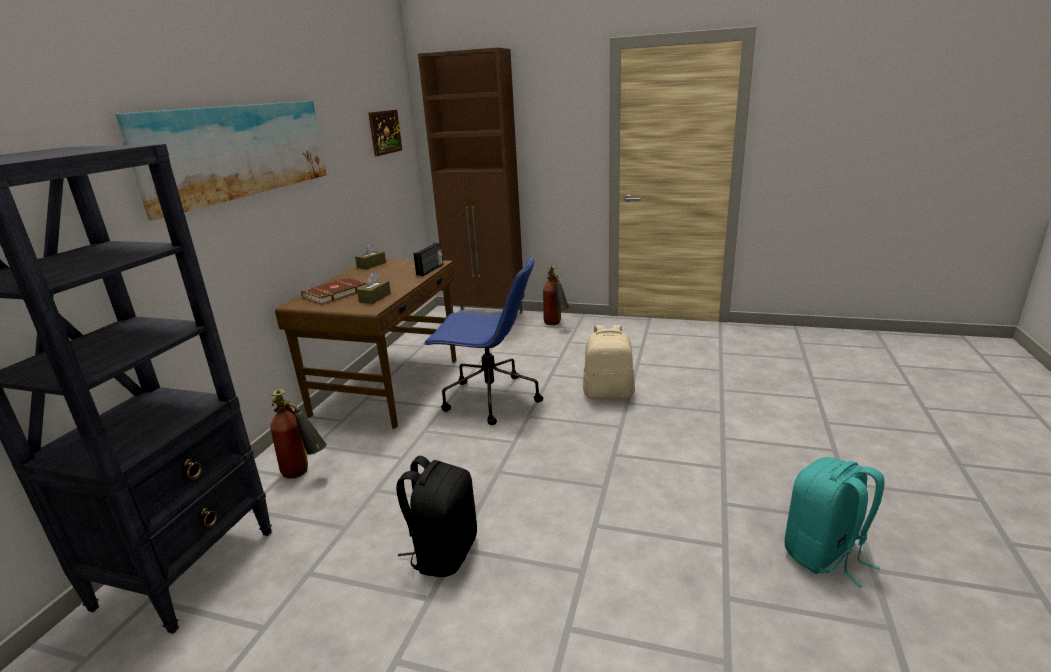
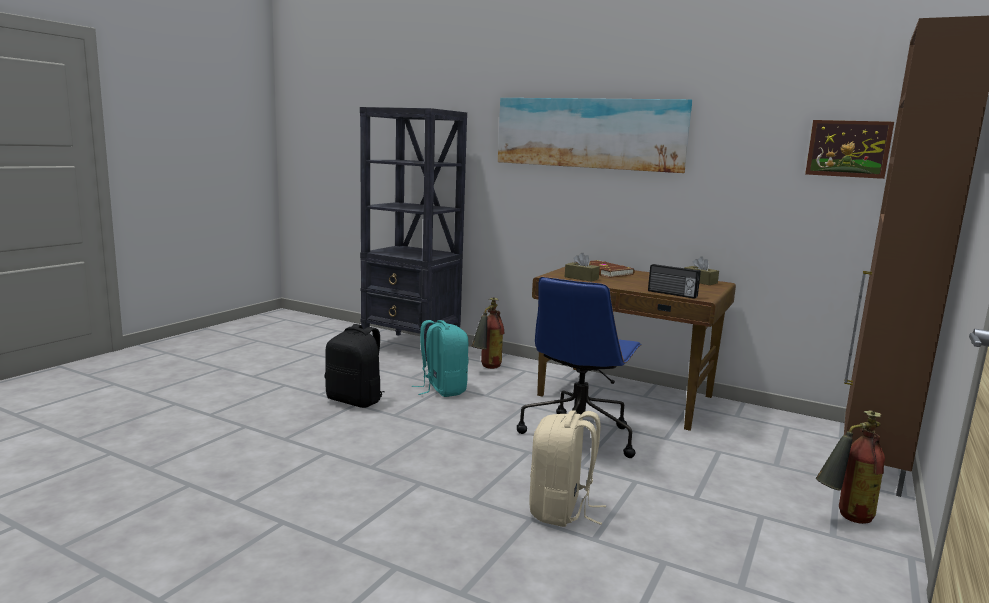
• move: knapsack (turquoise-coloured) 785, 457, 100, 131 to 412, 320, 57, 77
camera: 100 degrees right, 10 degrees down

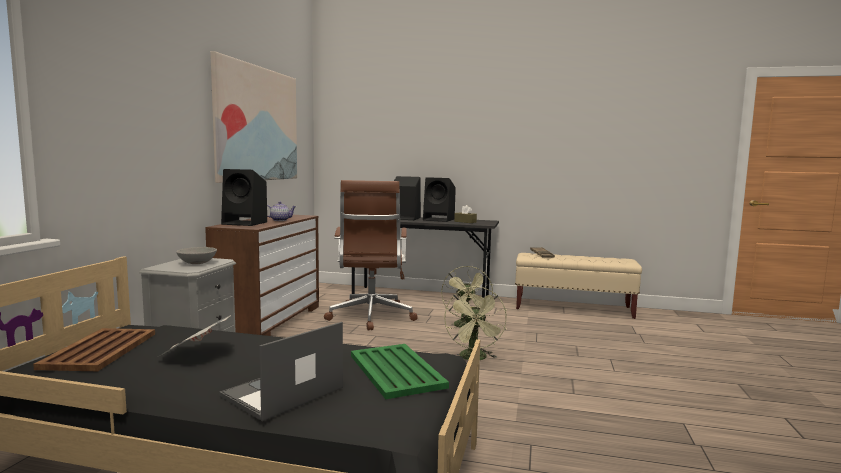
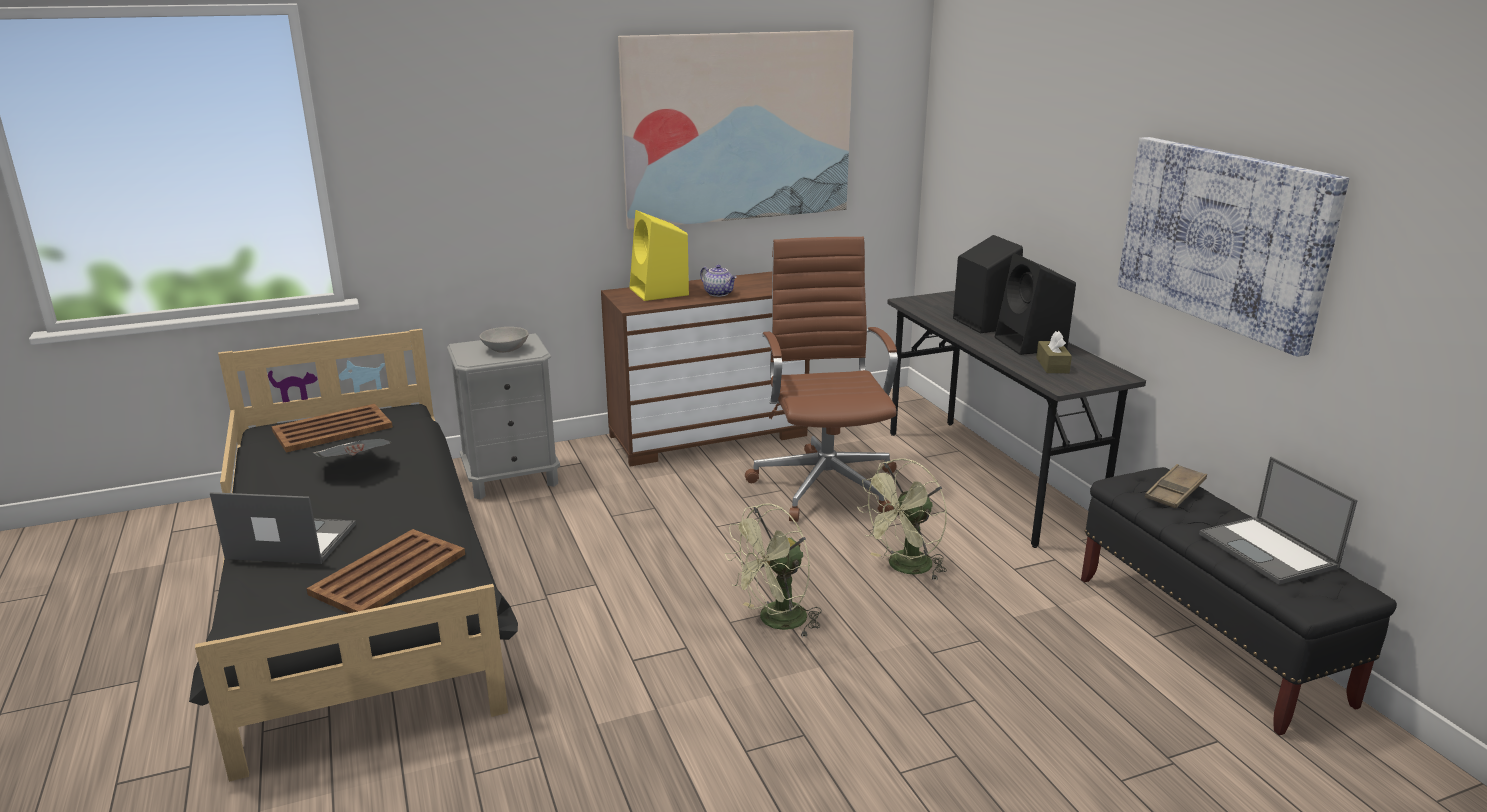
• recolor: audio speaker (black-coloured) 221, 169, 46, 57 to audio speaker (yellowish) 629, 210, 60, 91
• rotate: computer chair (brown-coloured) 324, 180, 94, 150 = 745, 237, 153, 285 120 degrees clockwise
• recolor: long seat (beige) 515, 253, 127, 66 to long seat (black-coloured) 1081, 467, 316, 269
• recolor: serving tray (green) 351, 344, 98, 55 to serving tray (brown-coloured) 306, 529, 159, 84
• insert: wall picture 1118, 137, 231, 220
• insert: notebook computer 1199, 457, 159, 128
camera: 55 degrees right, 15 degrees up

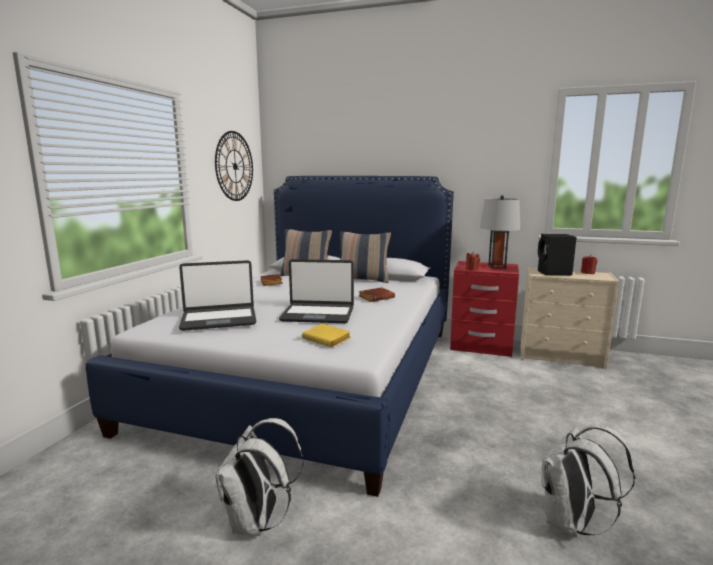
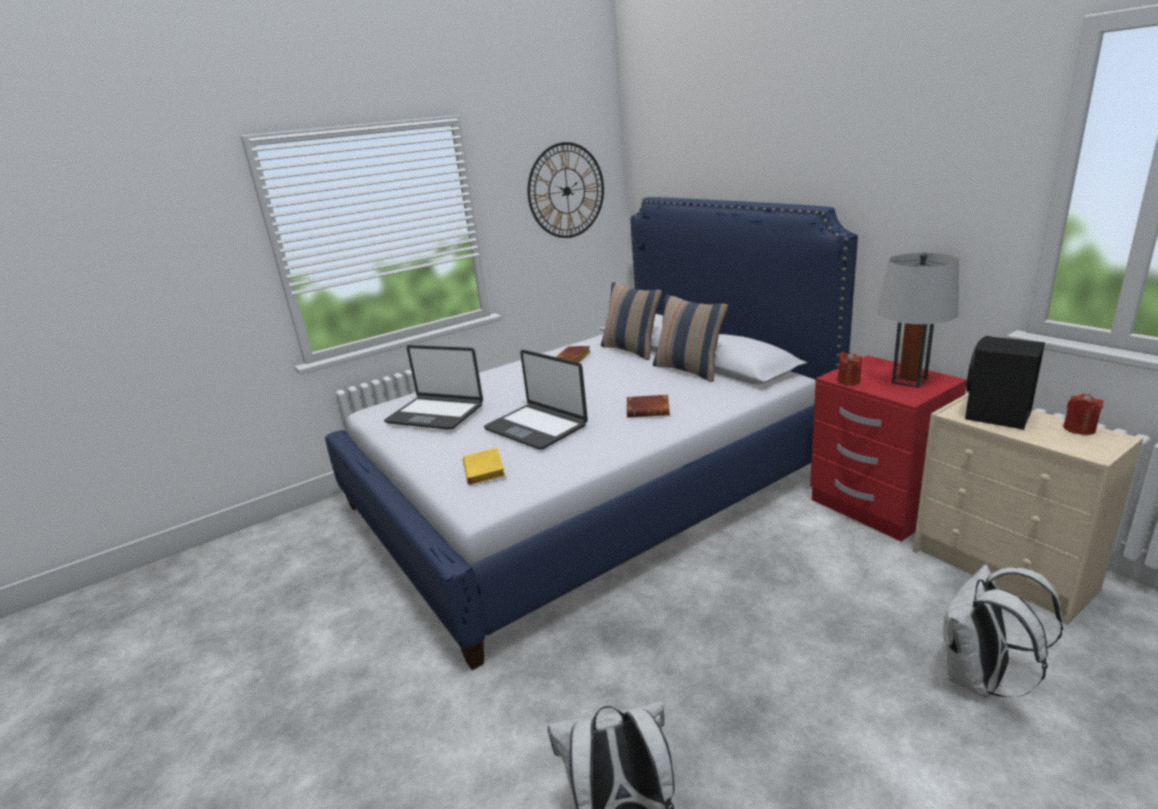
• move: knapsack (white-coloured) 215, 418, 88, 118 to 943, 565, 120, 133
camera: 40 degrees right, 10 degrees up

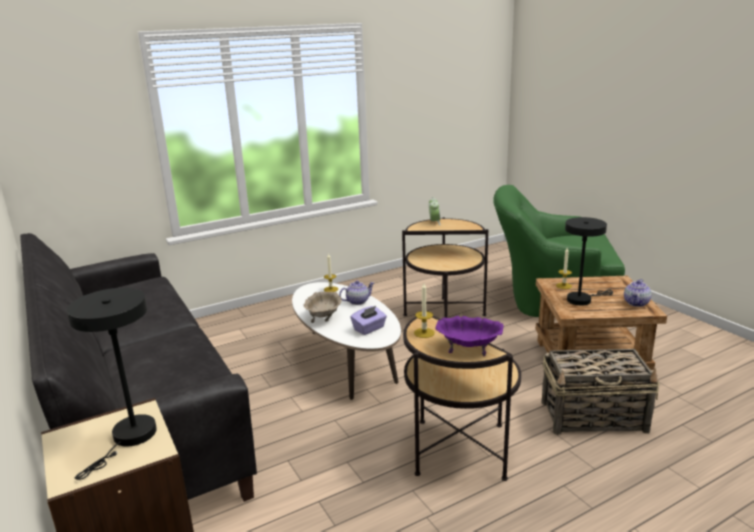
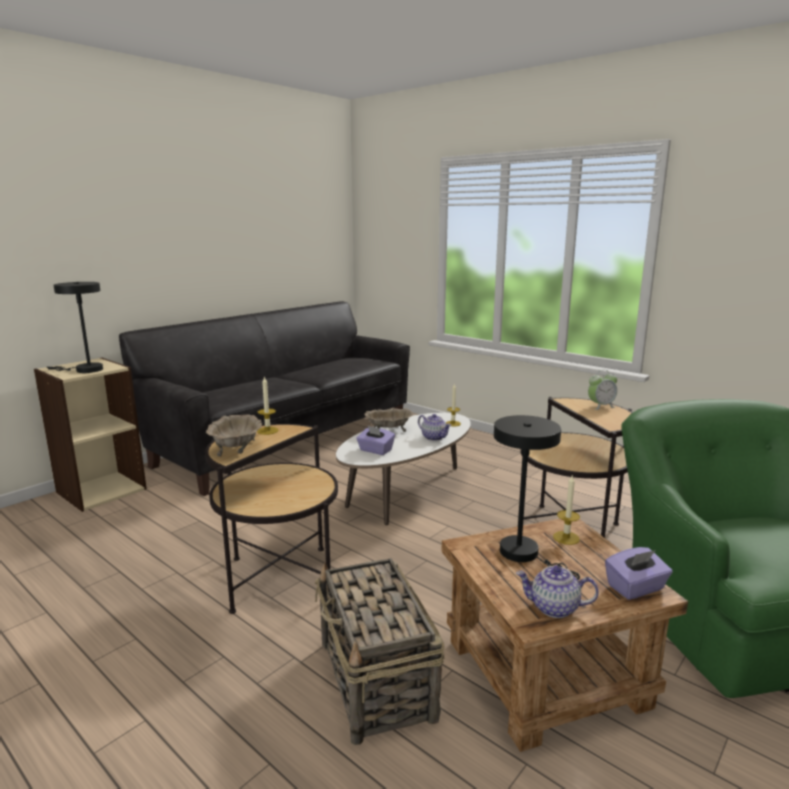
• recolor: serving bowl (purple-coloured) 436, 316, 68, 40 to serving bowl (beige) 206, 415, 56, 42
• insert: tissue holder (purple-coloured) 605, 547, 68, 53
camera: 70 degrees right, 5 degrees down

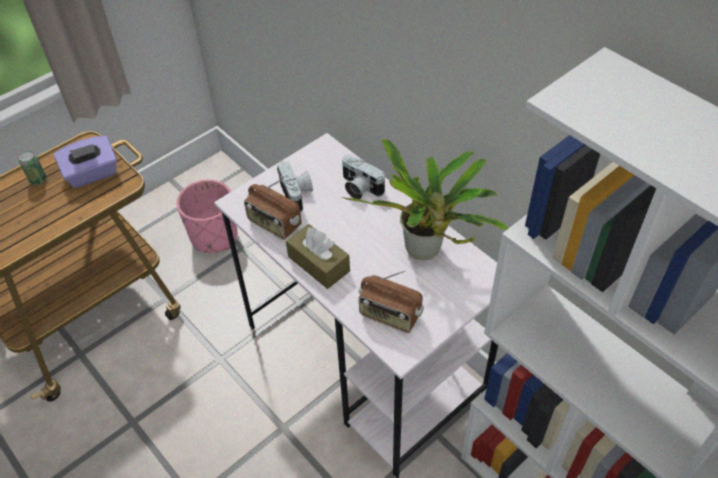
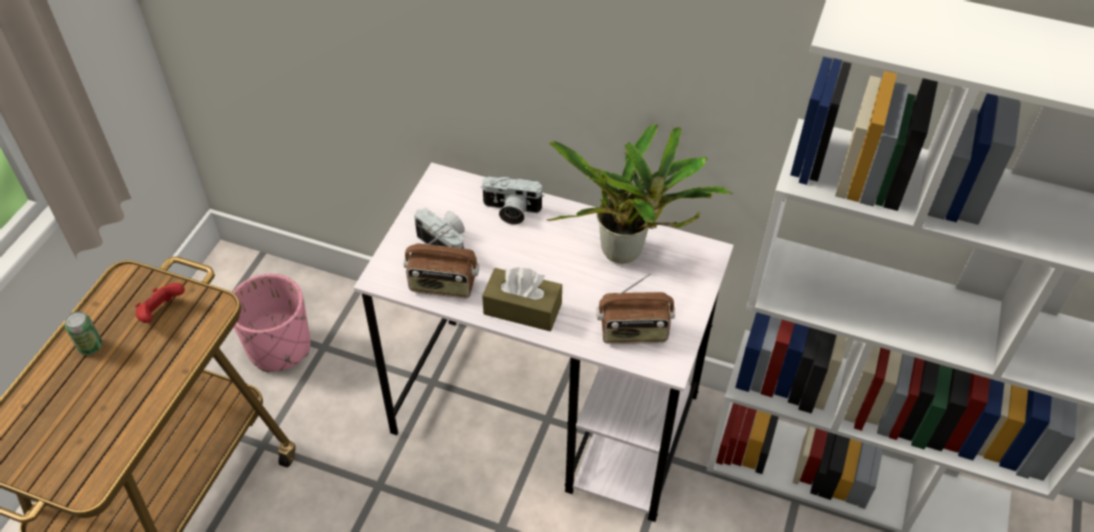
• replace: tissue holder (purple-coloured) 54, 135, 63, 53 to game controller (red-coloured) 135, 283, 50, 40
camera: 30 degrees left, 0 degrees up

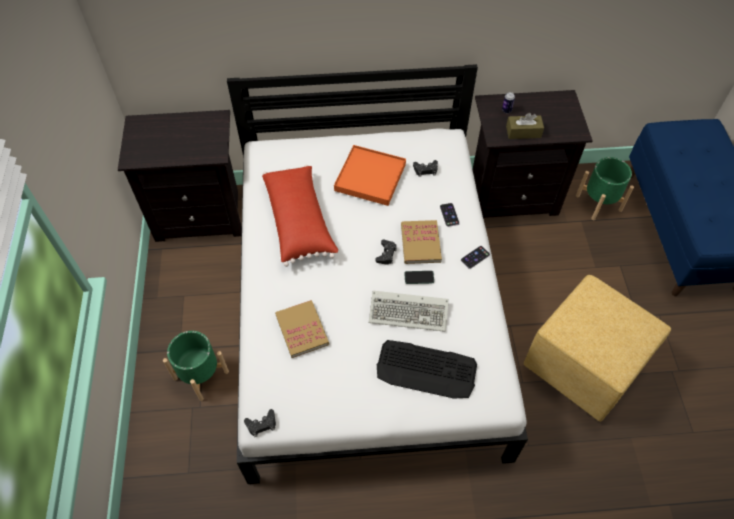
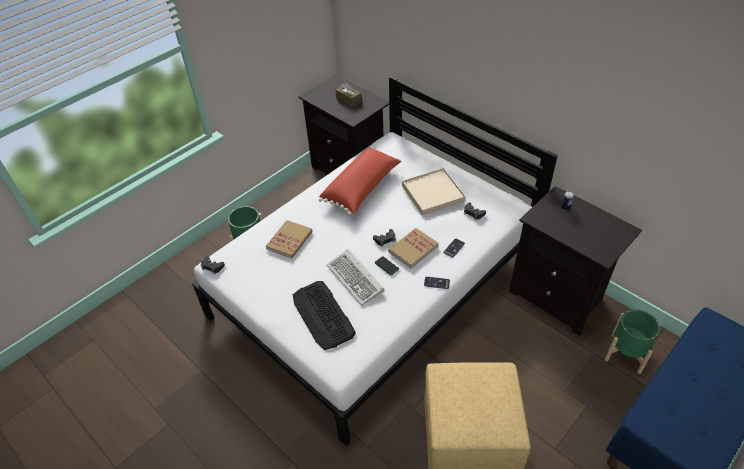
• move: tissue holder (brown-coloured) 506, 113, 38, 26 to 335, 83, 27, 24
• recolor: serving tray (orange) 334, 145, 72, 61 to serving tray (beige) 402, 168, 64, 48
camera: 50 degrees right, 10 degrees down

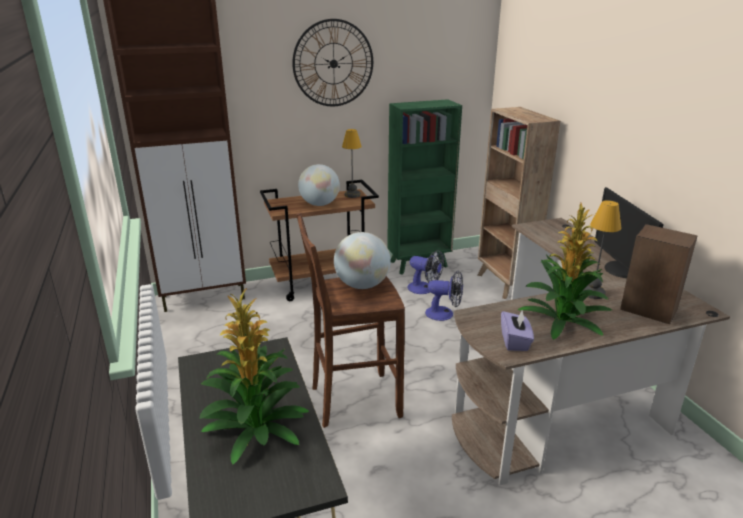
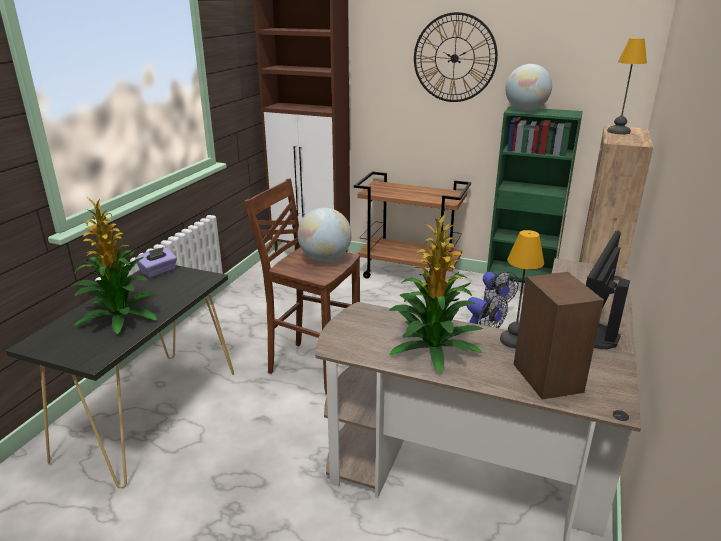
• move: lamp for a table 342, 129, 20, 69 to 607, 38, 40, 96
• move: world globe 298, 164, 42, 42 to 505, 64, 47, 47
• move: tissue holder (purple-coloured) 501, 309, 33, 42 to 135, 247, 42, 31
camera: 40 degrees right, 0 degrees up

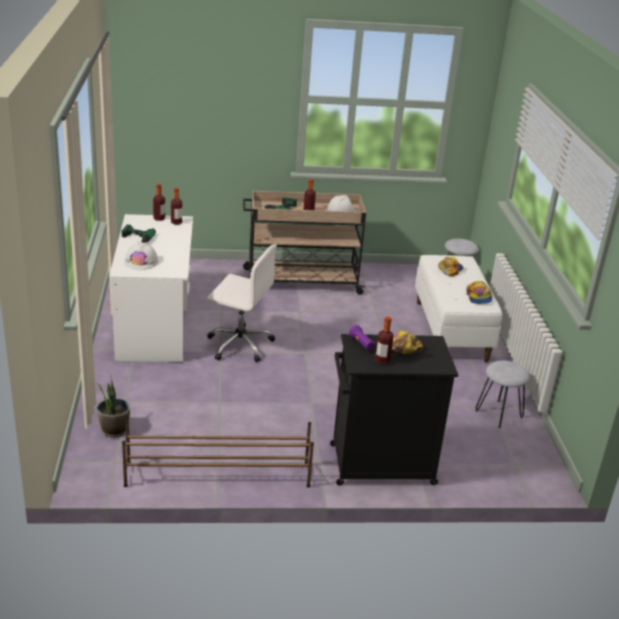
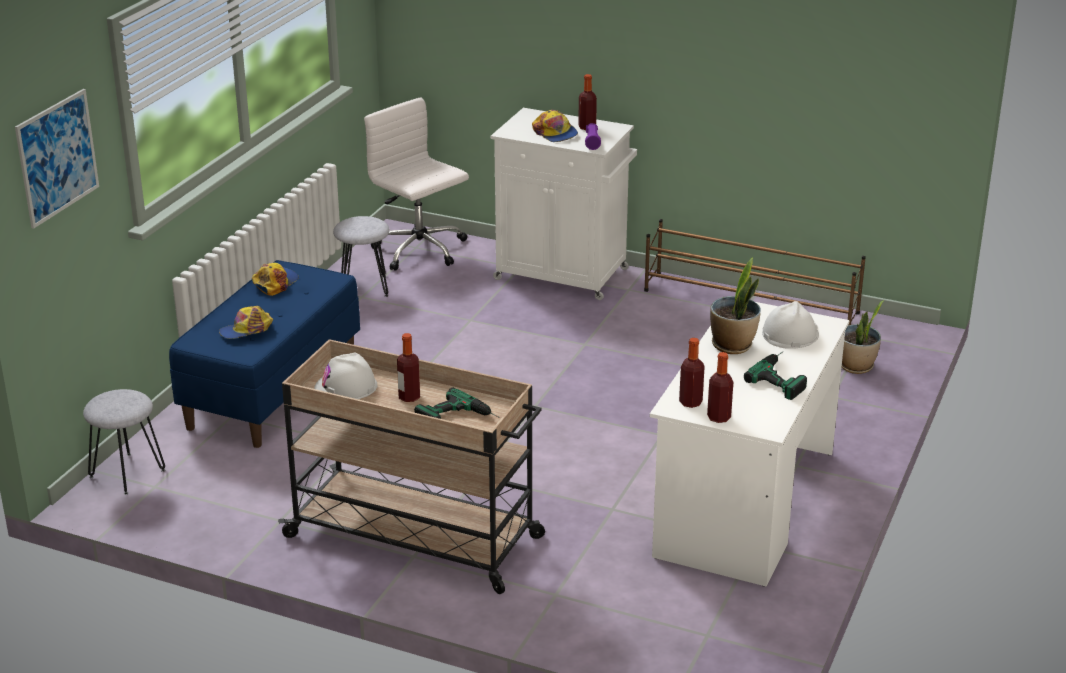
• move: computer chair (white-coloured) 206, 244, 71, 118 to 364, 97, 105, 174
• recolor: long seat (white-coloured) 415, 255, 87, 107 to long seat (blue-coloured) 169, 260, 191, 188
• recolor: storage cabinet (black-coloured) 330, 334, 128, 152 to storage cabinet (white-coloured) 491, 108, 146, 192
• insert: wall picture 15, 89, 84, 140
• insert: potted plant 710, 257, 51, 97
camera: 150 degrees left, 0 degrees up

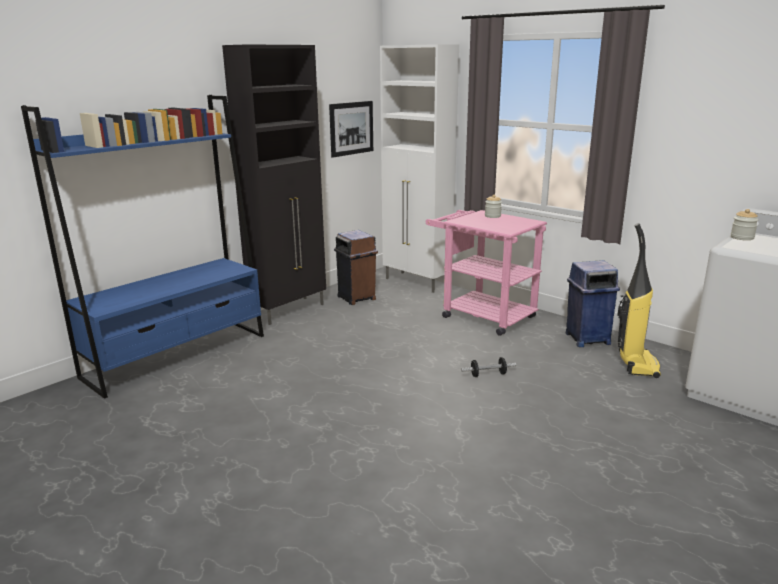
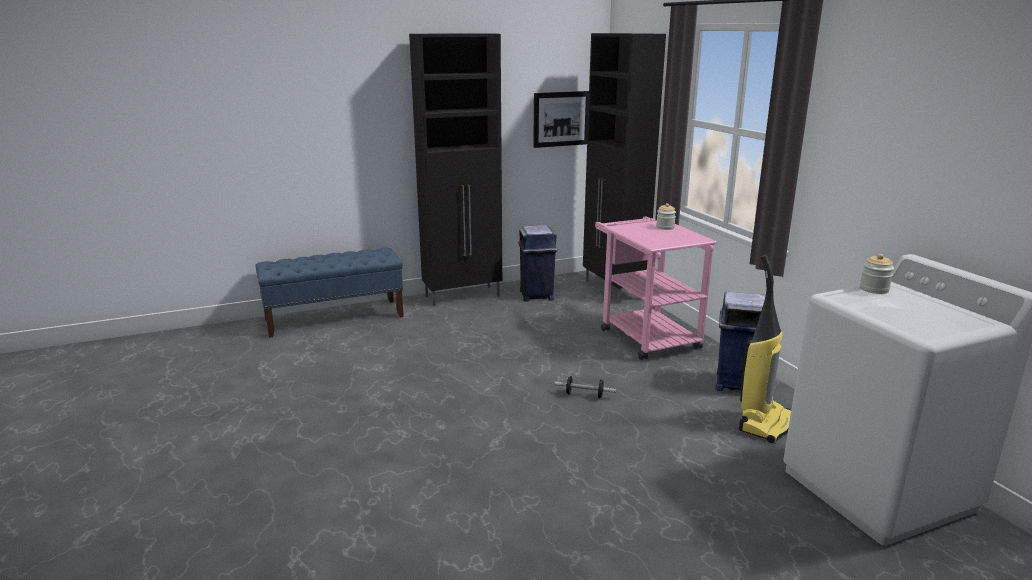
• recolor: storage cabinet (white-coloured) 380, 44, 79, 249 to storage cabinet (black-coloured) 583, 33, 83, 271
• replace: shelving unit (blue-coloured) 21, 95, 243, 304 to long seat (blue-coloured) 255, 248, 149, 90
• recolor: rubbish bin (brown-coloured) 334, 230, 44, 75 to rubbish bin (blue-coloured) 518, 225, 39, 76
camera: 25 degrees right, 0 degrees up

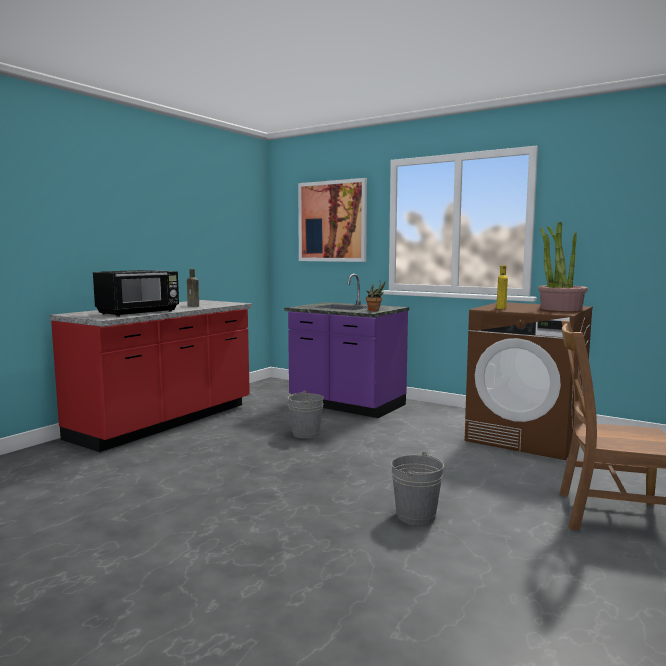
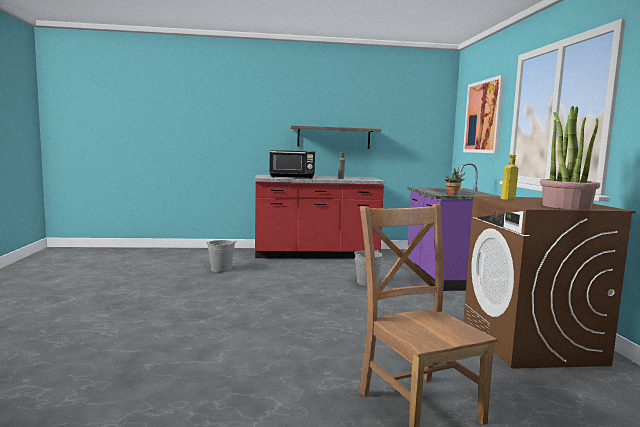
• move: bucket (gray) 391, 452, 53, 73 to 206, 240, 30, 32
• insert: wall shelf 290, 126, 91, 23
camera: 50 degrees right, 0 degrees up

